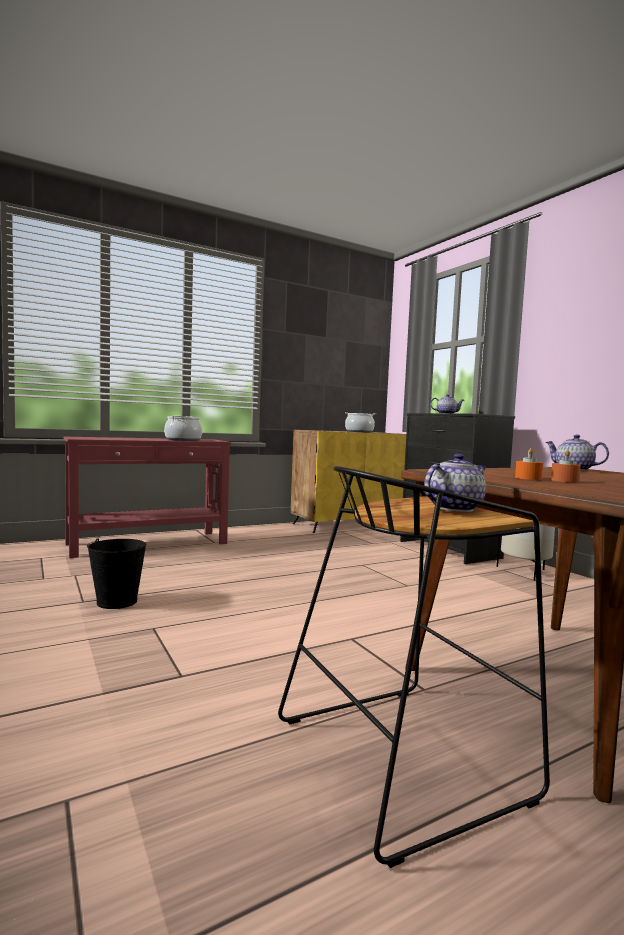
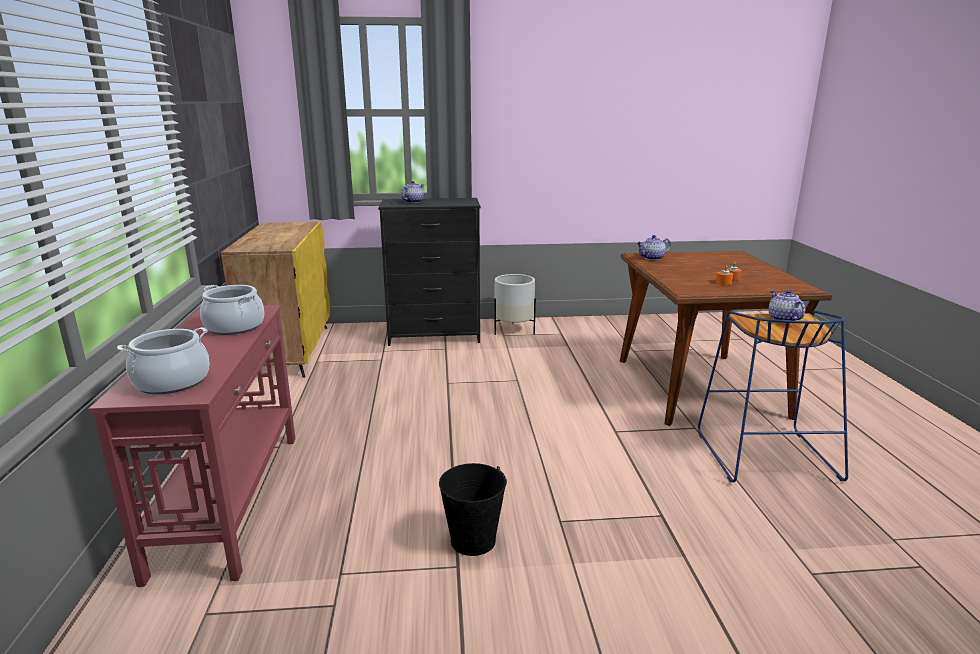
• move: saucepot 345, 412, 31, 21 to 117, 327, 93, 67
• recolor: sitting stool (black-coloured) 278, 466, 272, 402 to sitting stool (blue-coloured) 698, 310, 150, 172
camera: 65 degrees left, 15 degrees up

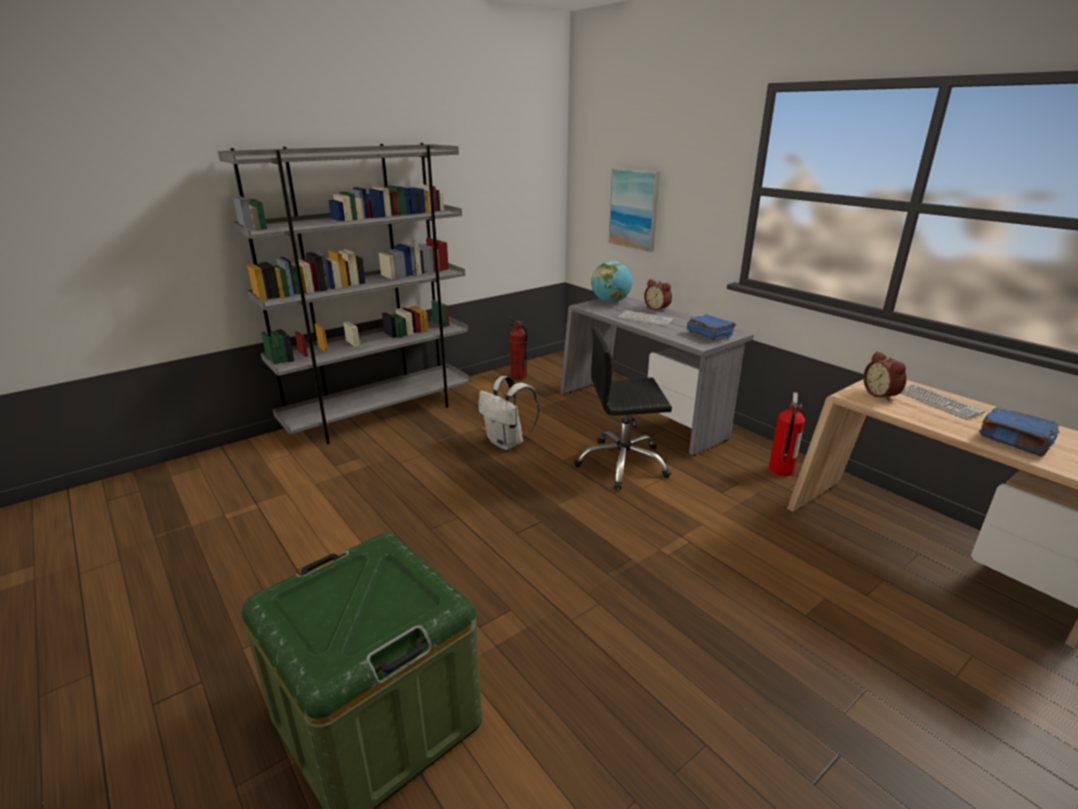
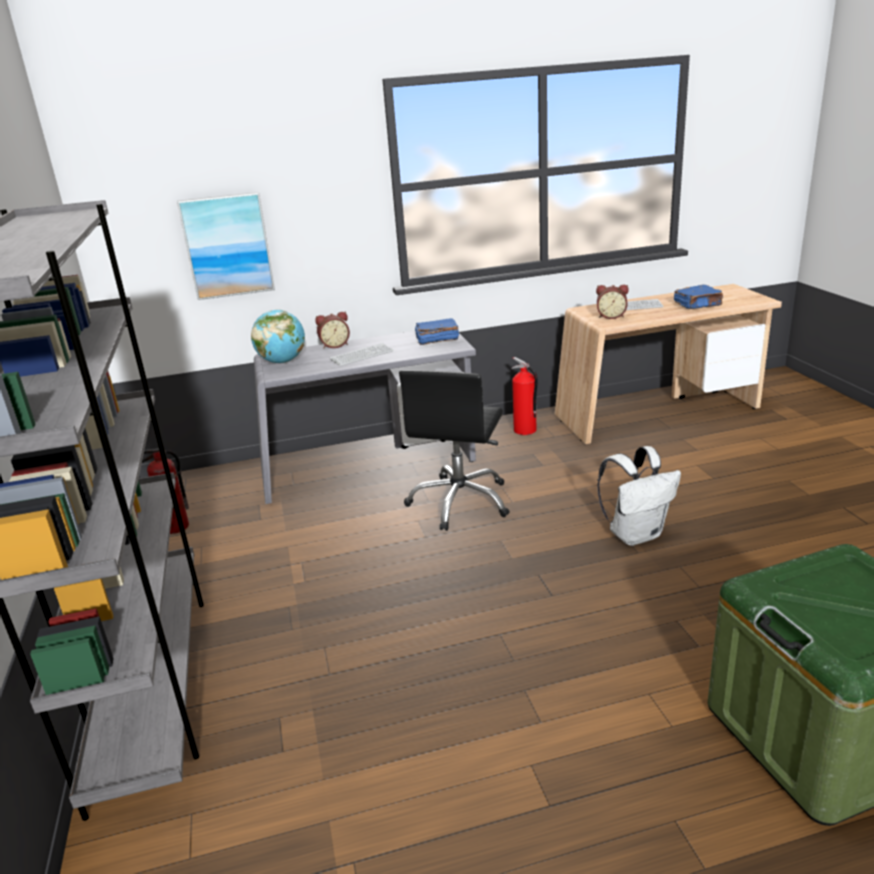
• move: knapsack (white-coloured) 478, 376, 61, 74 to 597, 446, 84, 100
camera: 65 degrees left, 0 degrees up

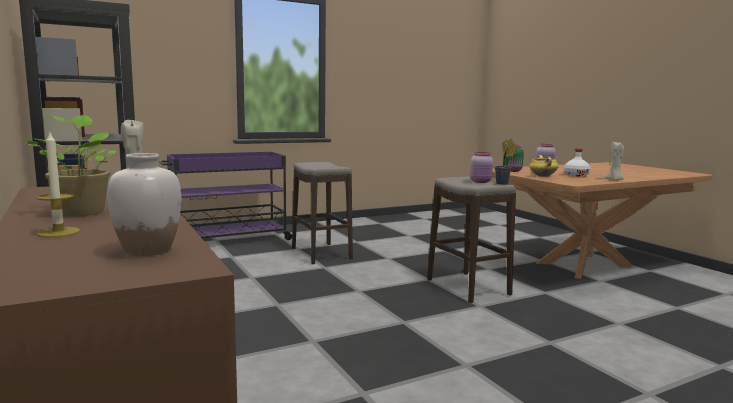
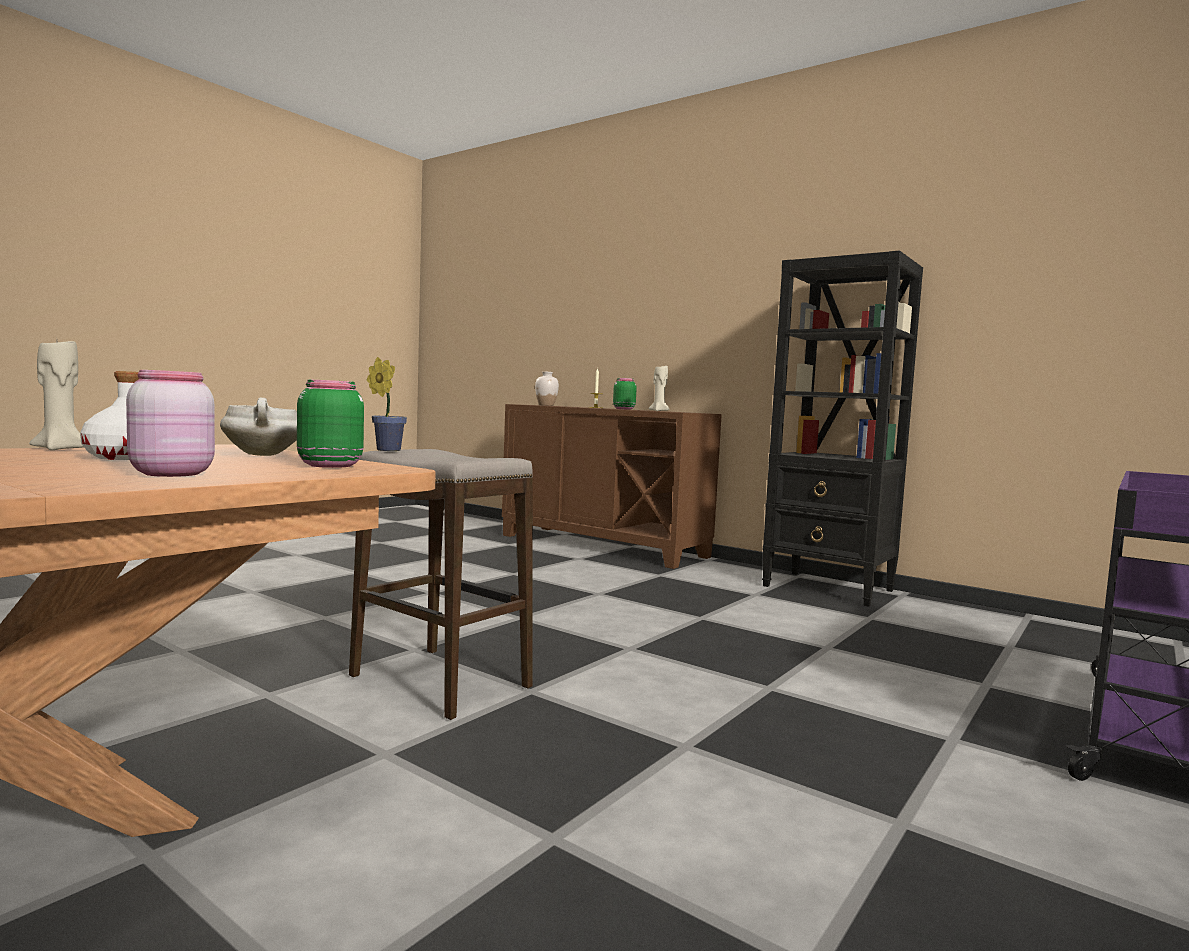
• replace: potted plant 25, 114, 91, 102 to jar (green) 613, 378, 24, 32
• delete: jar (pink) 470, 152, 23, 31
• recolor: saucepot (yellowish) 529, 155, 30, 22 to saucepot (white-coloured) 220, 398, 77, 58
• delete: sitting stool 292, 162, 61, 102
camera: 155 degrees right, 5 degrees down

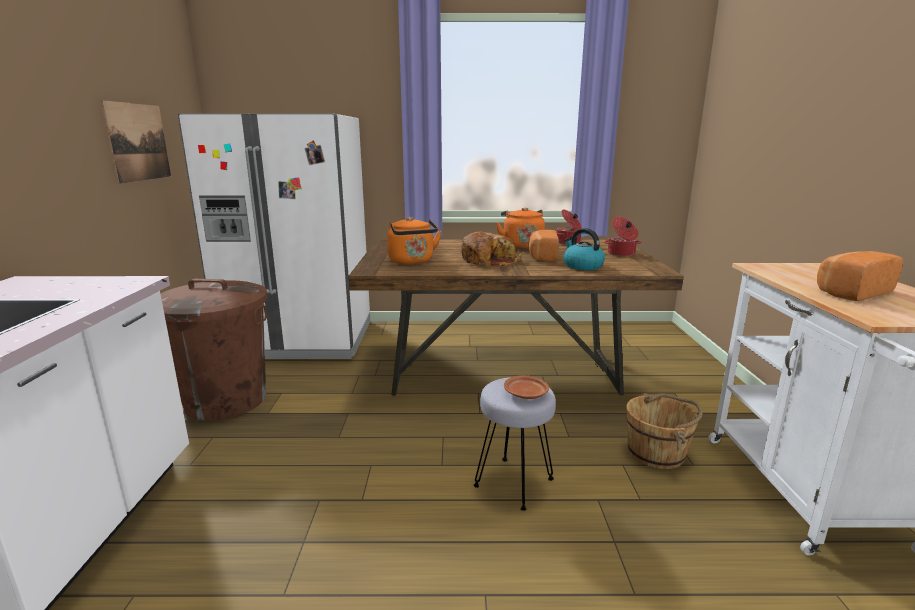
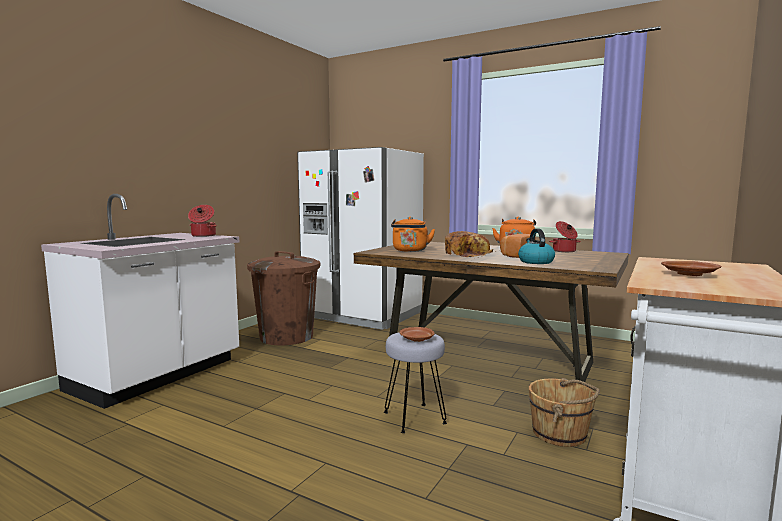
• delete: wall picture 101, 100, 70, 84
• move: saucepot 604, 217, 38, 39 to 188, 205, 29, 32
• replace: baked bread 817, 251, 86, 50 to flat dish (brown-coloured) 661, 261, 60, 15
camera: 30 degrees right, 10 degrees down

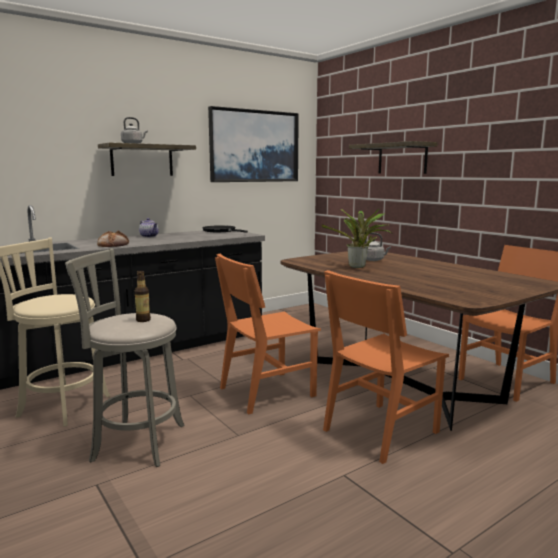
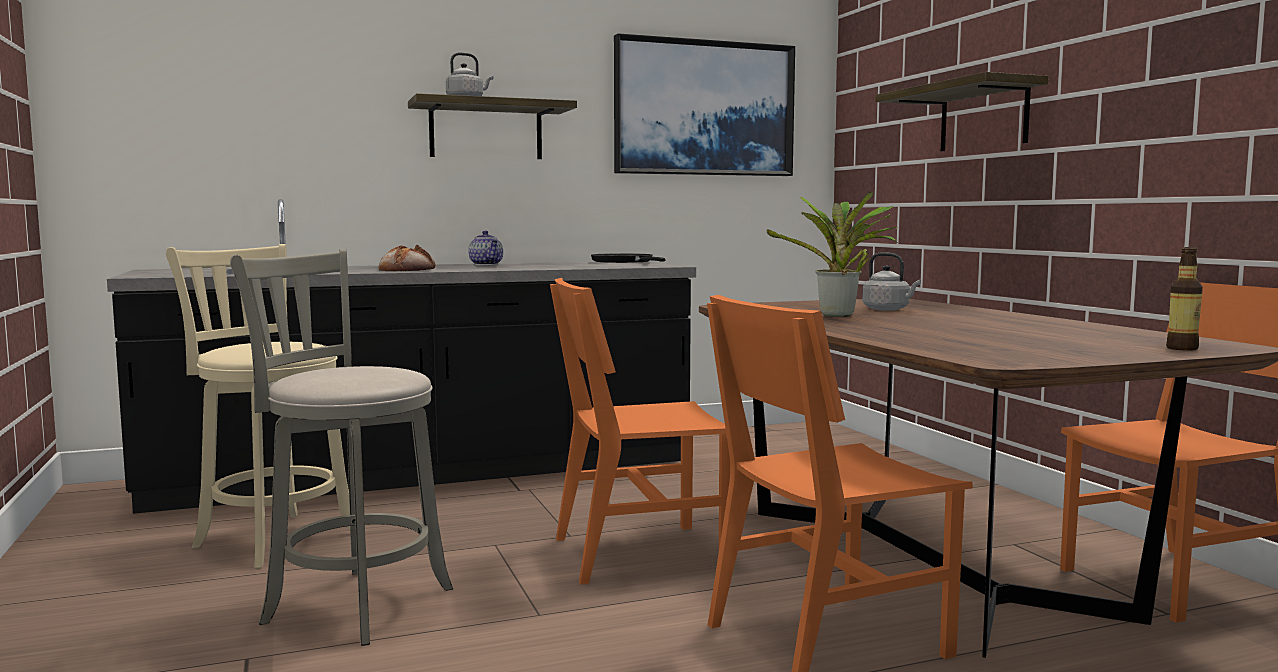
• move: beverage bottle 134, 271, 17, 51 to 1166, 247, 37, 104
camera: 15 degrees right, 5 degrees down

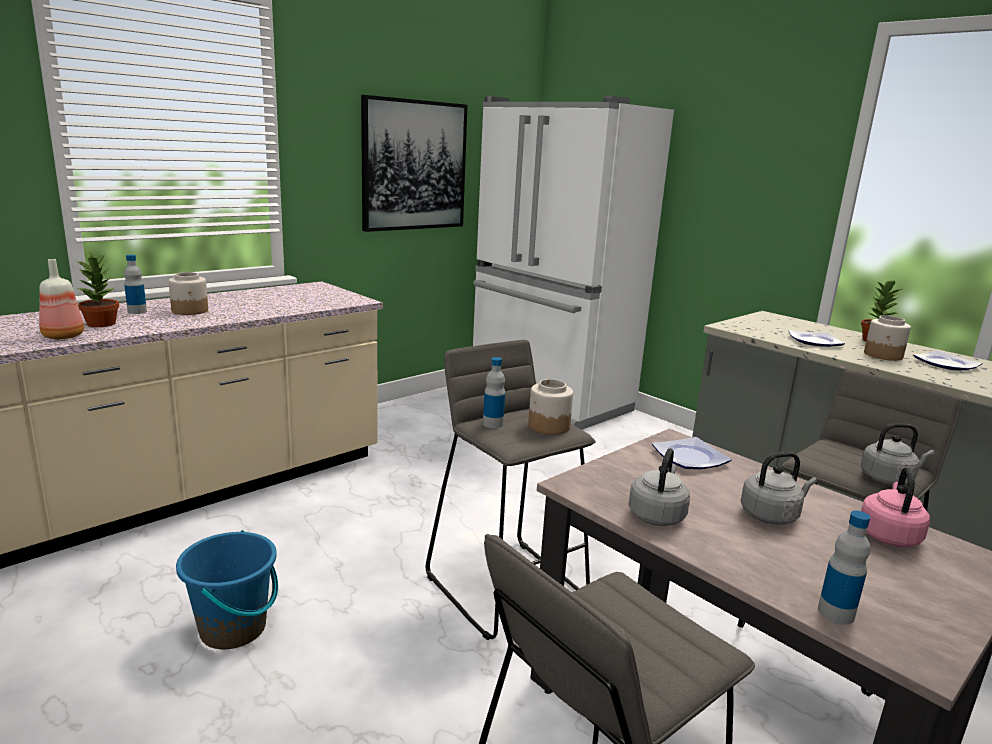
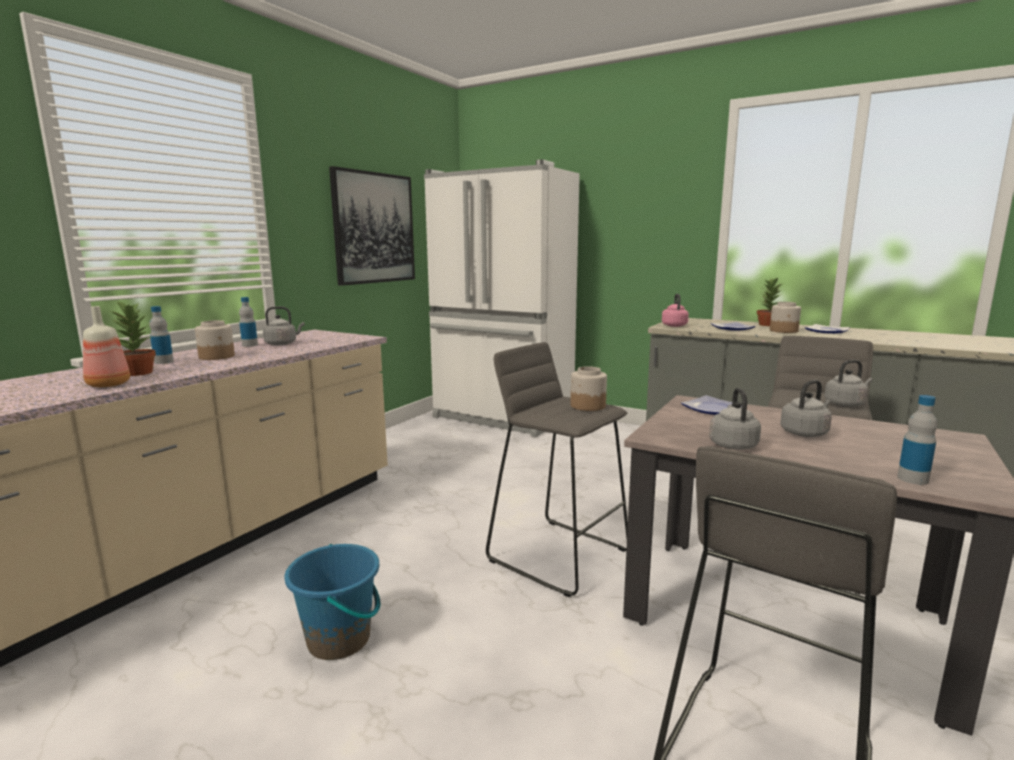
• move: beverage bottle 483, 357, 22, 71 to 239, 297, 19, 50
• move: kettle (pink) 861, 467, 69, 80 to 662, 294, 27, 33
• insert: kettle (gray) 263, 306, 42, 39
camera: 15 degrees left, 5 degrees down

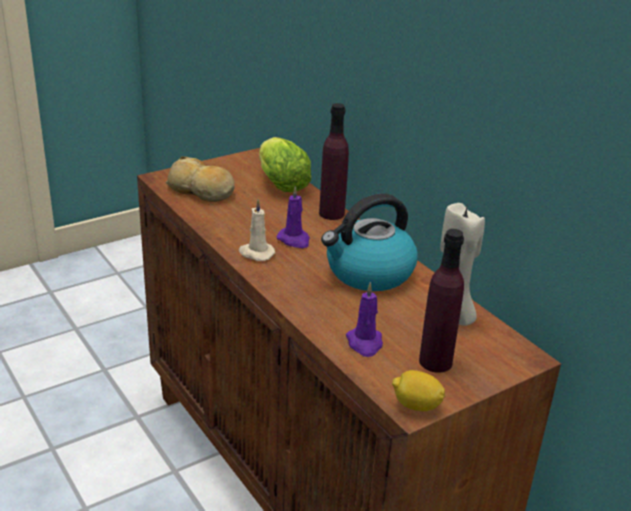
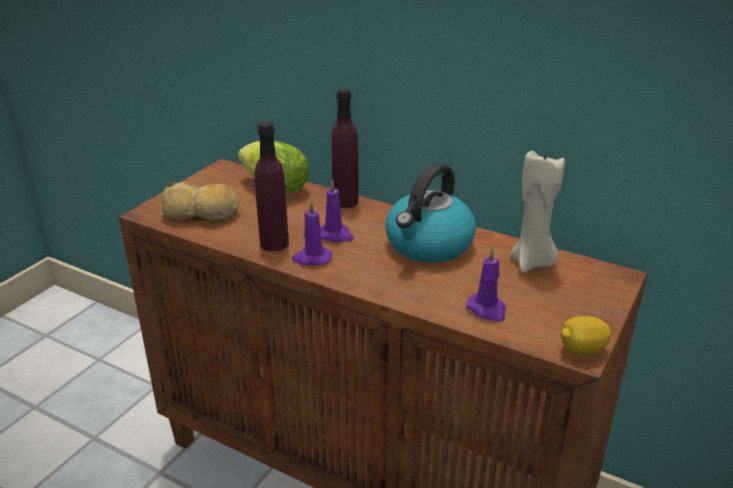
• recolor: wax light (beige) 239, 199, 36, 62 to wax light (purple-coloured) 292, 201, 40, 65
• move: beverage bottle (purple-coloured) 419, 229, 45, 144 to 254, 121, 35, 130
camera: 25 degrees left, 0 degrees up

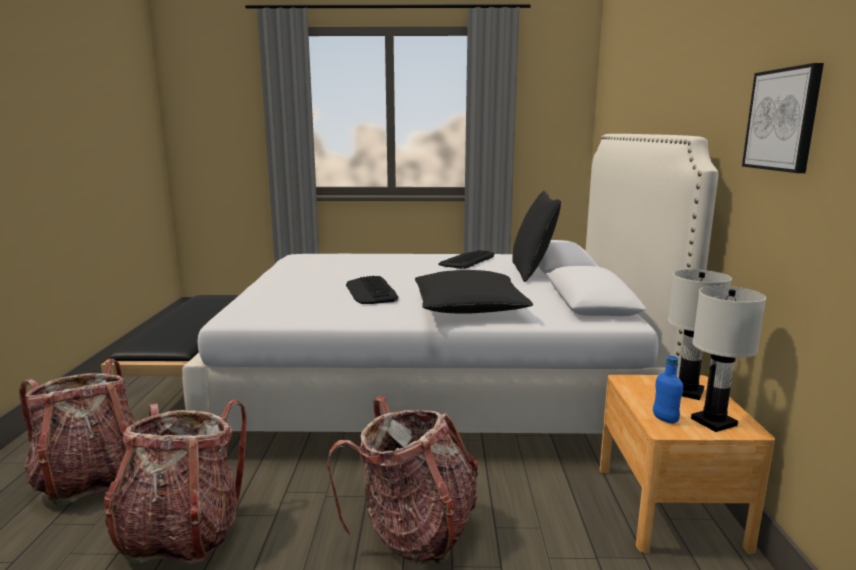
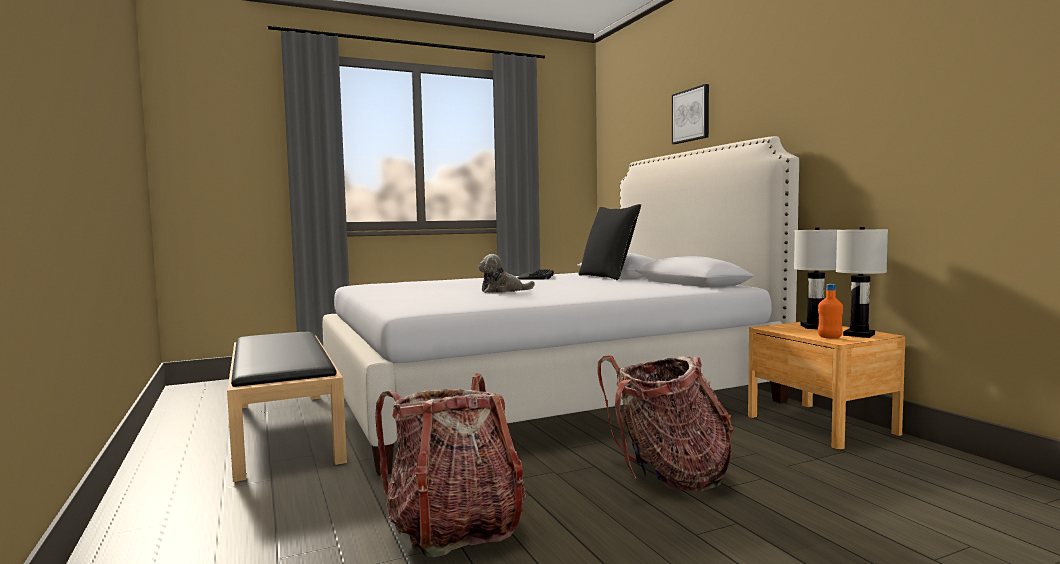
• move: wall picture 742, 63, 82, 110 to 672, 84, 37, 60
• delete: cushion (black-coloured) 415, 270, 118, 44
• replace: PC keyboard 346, 276, 52, 28 to plush toy 478, 254, 57, 39
• recolor: beverage bottle (blue-coloured) 653, 356, 30, 68 to beverage bottle (orange) 818, 284, 25, 55
• delete: knapsack 19, 359, 117, 146
camera: 25 degrees left, 10 degrees down

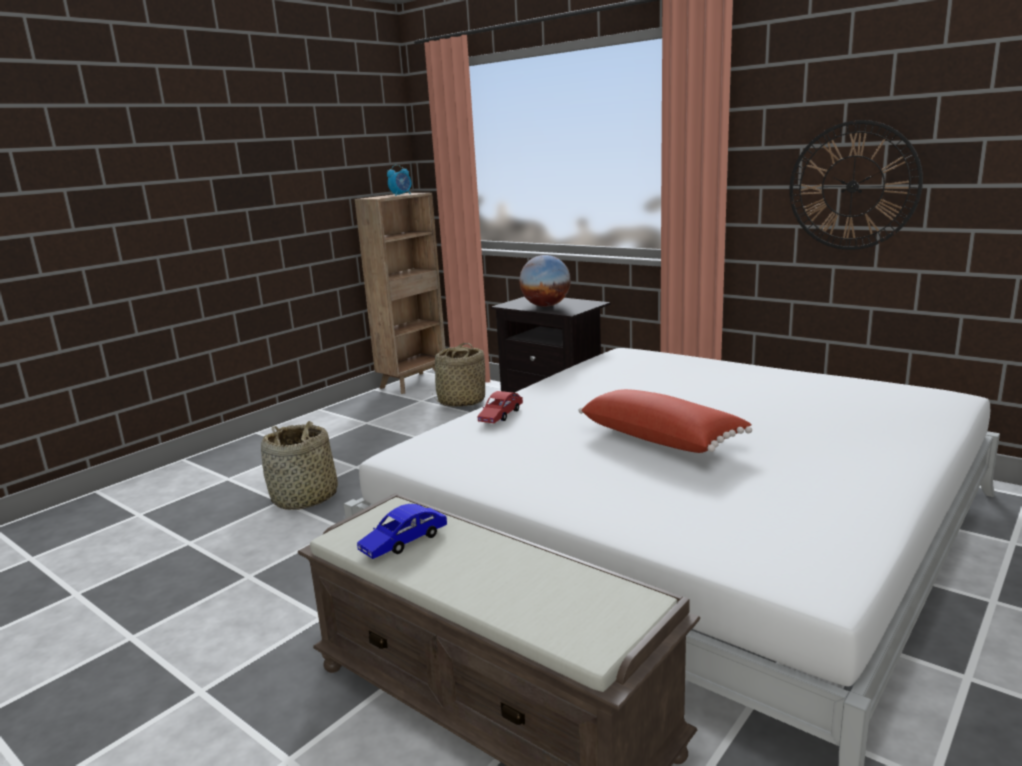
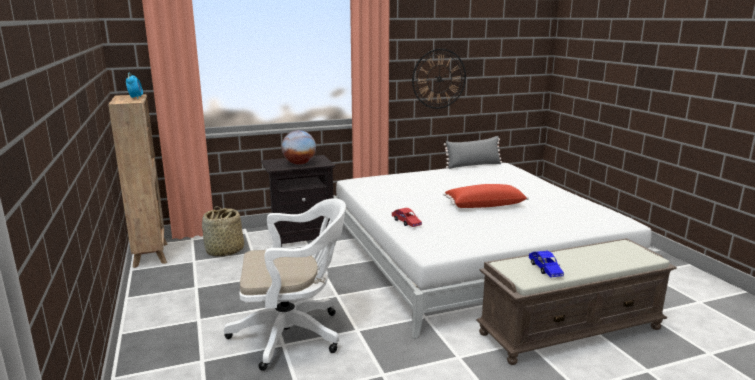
• replace: basket 261, 421, 77, 89 to computer chair (white-coloured) 224, 198, 122, 173
• insert: cushion (gray) 444, 136, 58, 33
camera: 60 degrees left, 0 degrees up

